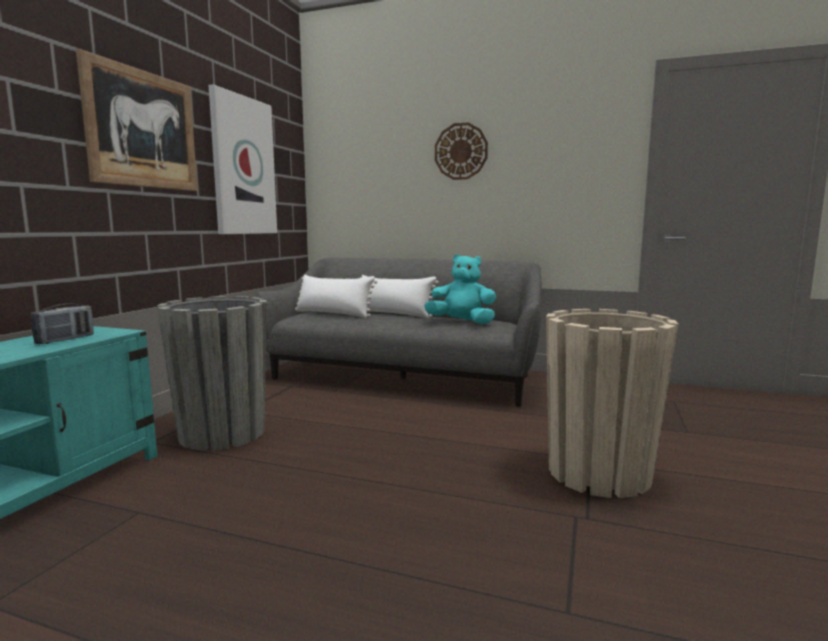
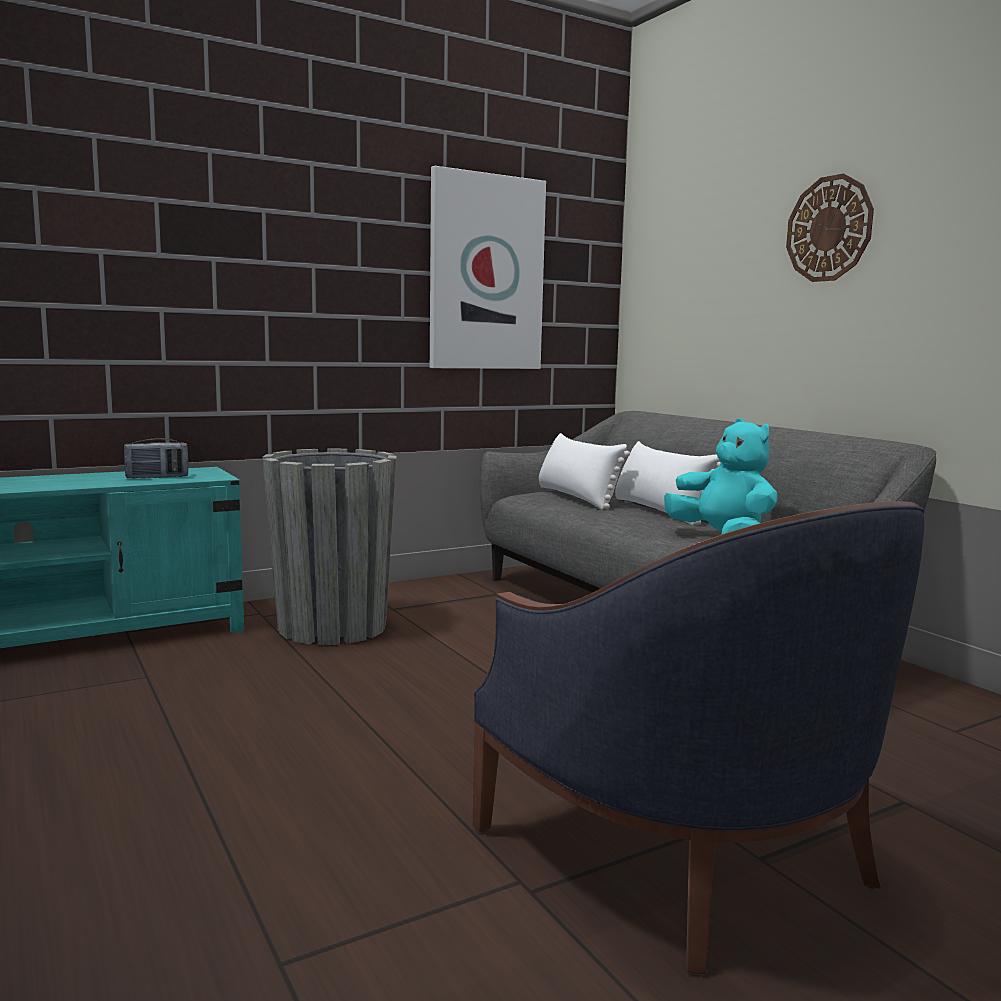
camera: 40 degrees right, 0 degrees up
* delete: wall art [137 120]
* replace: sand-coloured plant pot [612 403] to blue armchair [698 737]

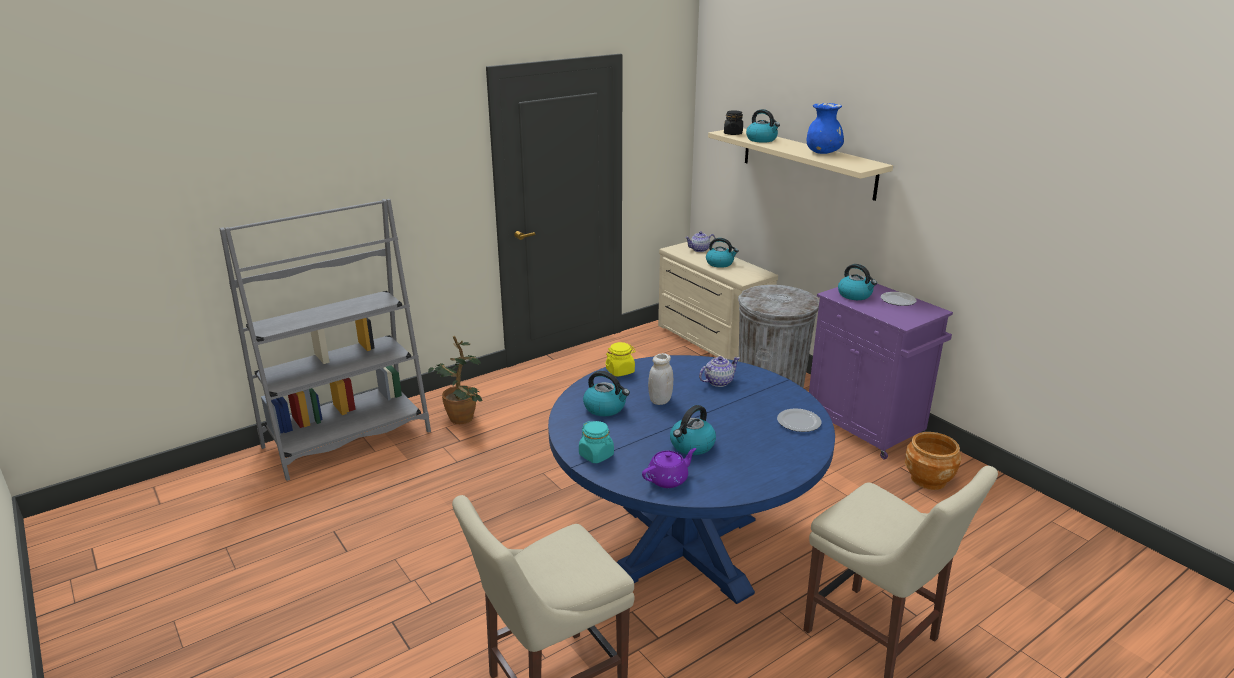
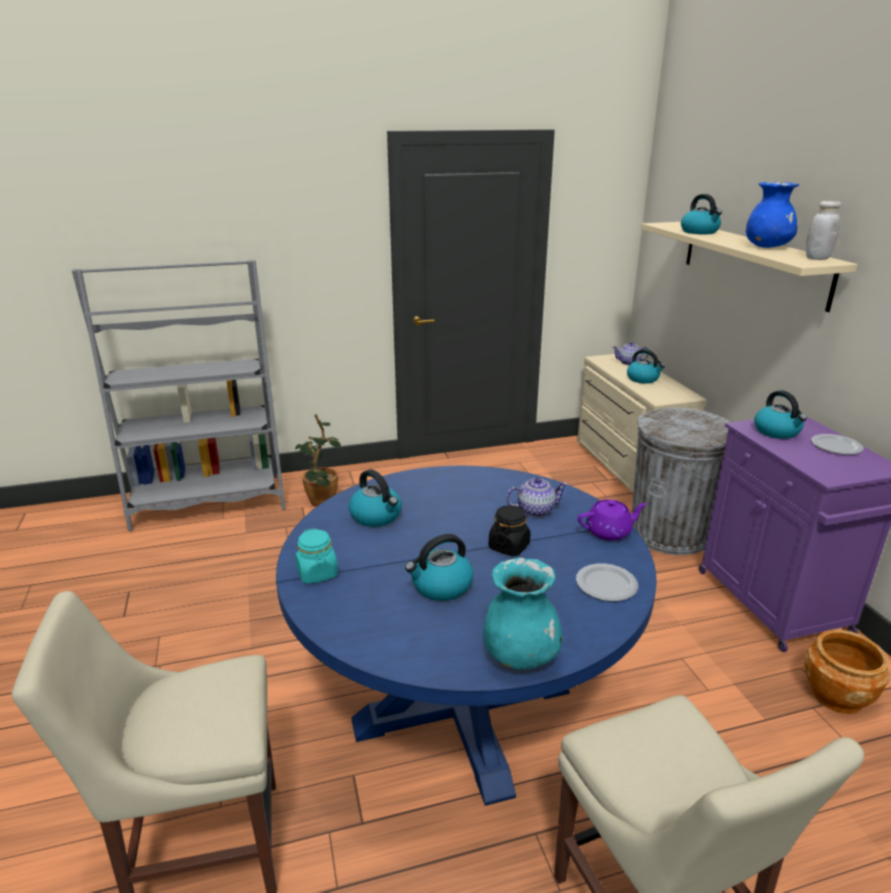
camera: 20 degrees right, 0 degrees up
* delete: yellow-coloured storage jar [620 359]
* move: purple teapot [669 468] to [612 519]
* move: white-coloured storage jar [660 379] to [823 230]
* move: black storage jar [733 122] to [509 530]
* insert: blue-green decorative vase [523 613]

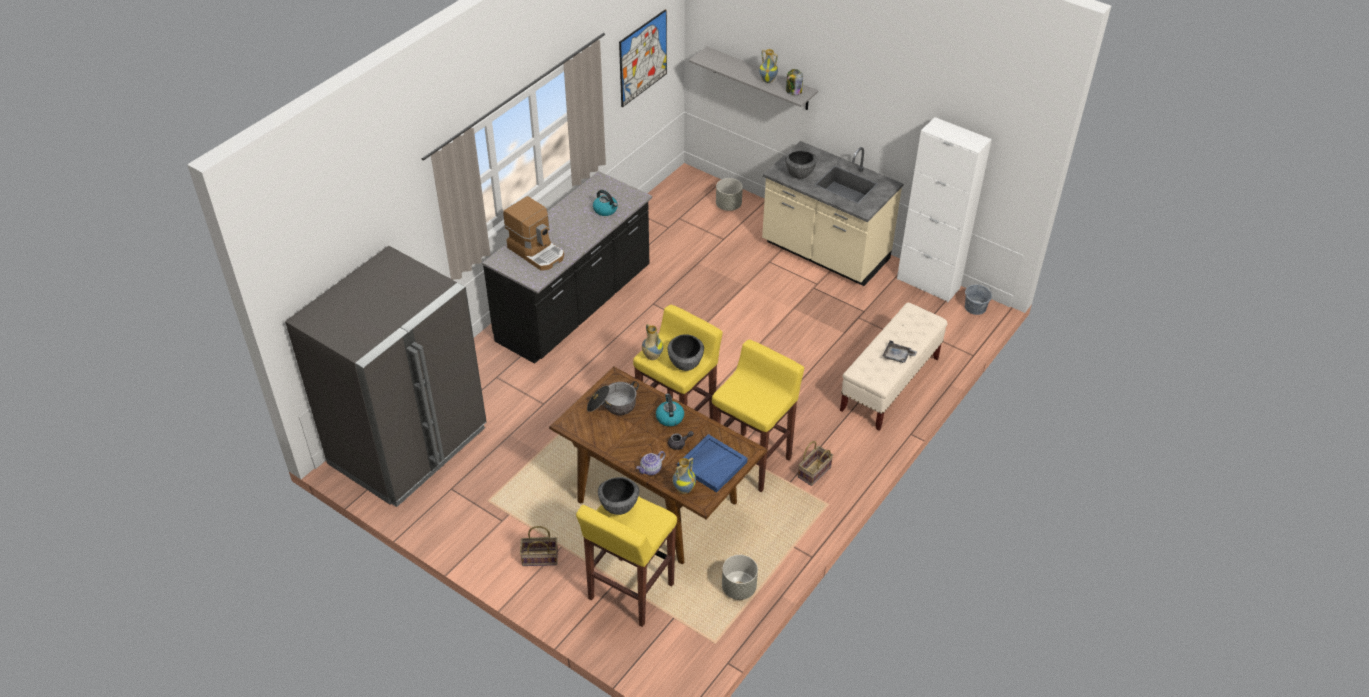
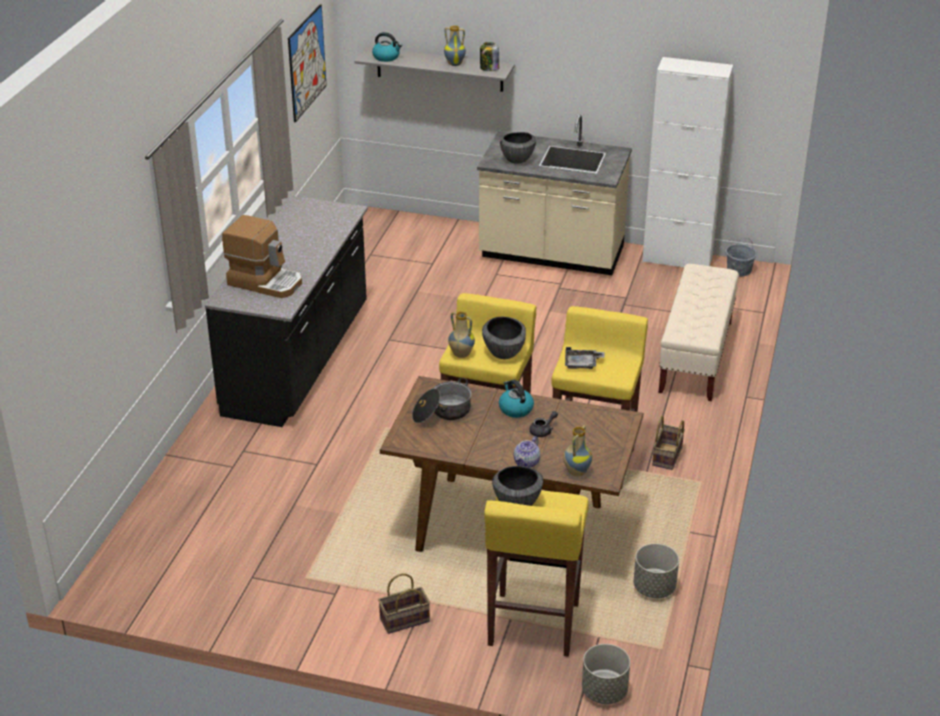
camera: 20 degrees left, 10 degrees down
* delete: grey fridge [386 376]
* move: tea kettle [605 203] to [387 47]
* delete: blue serving tray [712 463]
* move: grey plant pot [729 194] to [606 674]
* move: grey serving tray [899 352] to [585 358]

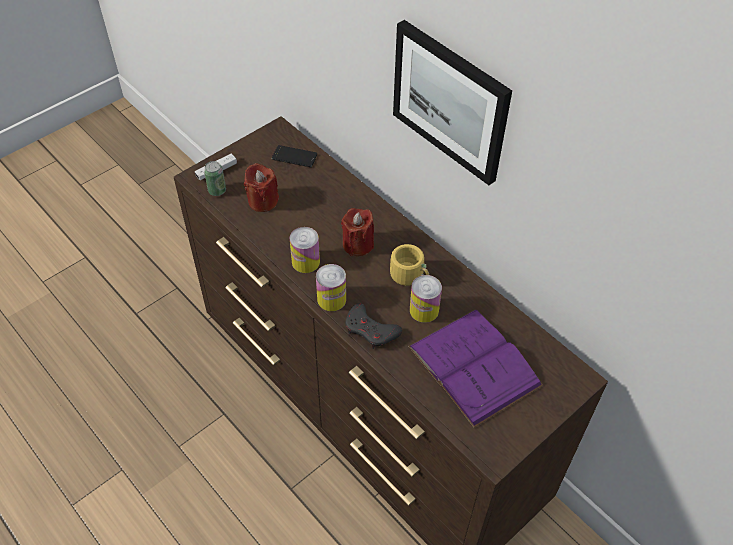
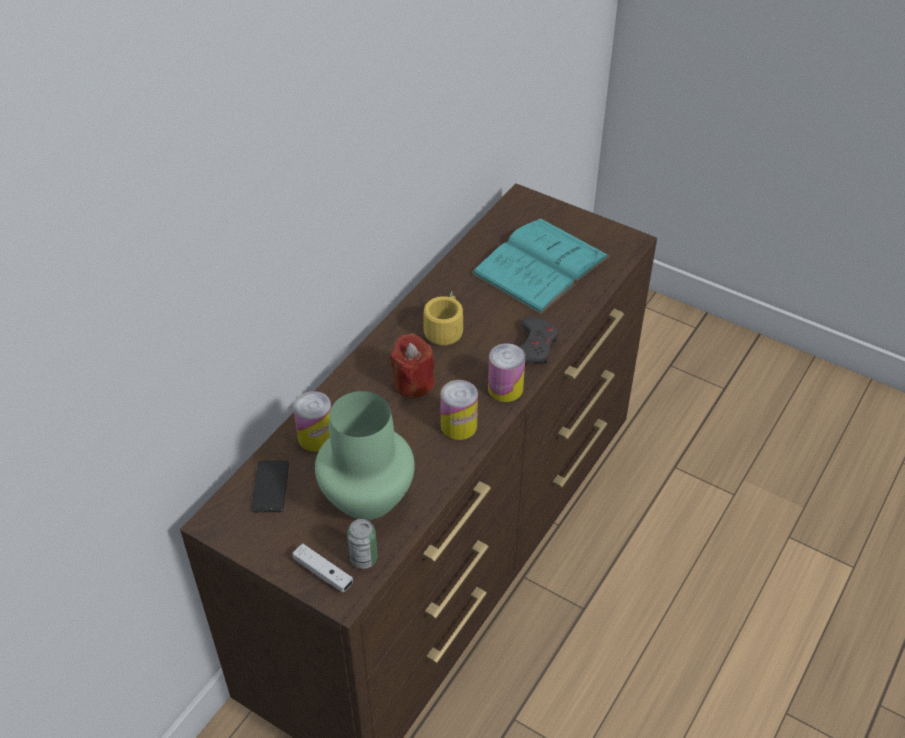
camera: 105 degrees left, 5 degrees down
* replace: red wax candle [261 187] to green-coloured decorative vase [365 455]
* delete: wall art [452 102]
* recolor: purple book [475 369] to blue-green book [540 266]
* move: can [426 299] to [312 421]

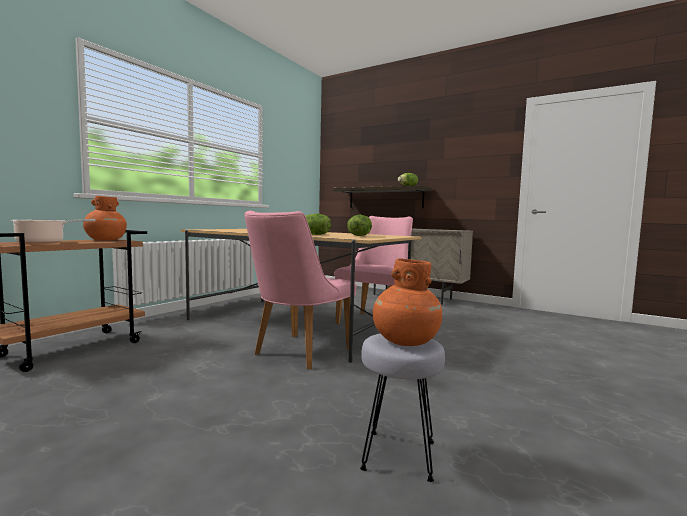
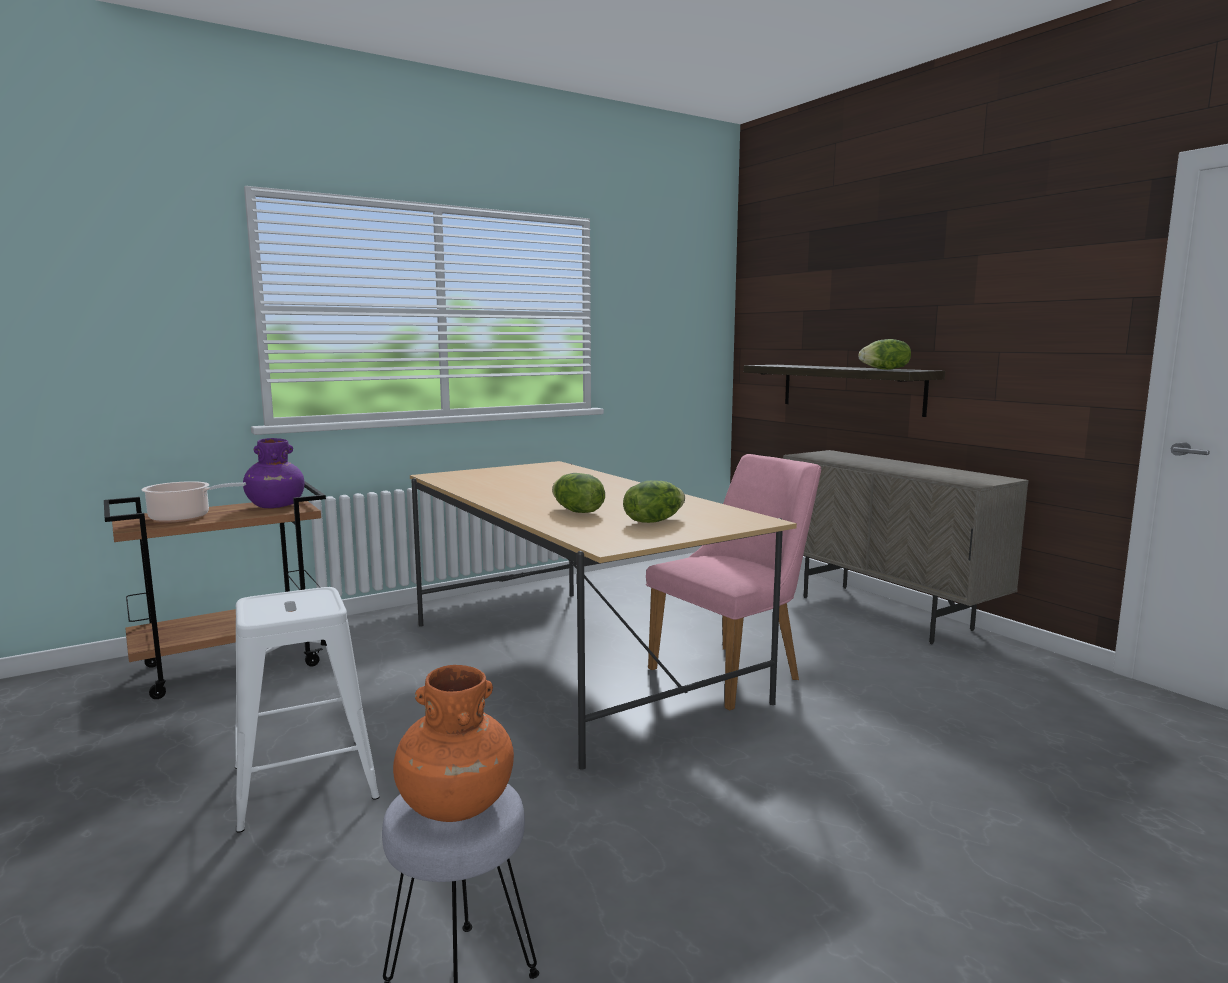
camera: 25 degrees right, 5 degrees up
* recolor: orangey decorative vase [105 218] to purple decorative vase [274 473]
* delete: pink-coloured chair [300 290]
* insert: white-coloured stool seat [307 709]

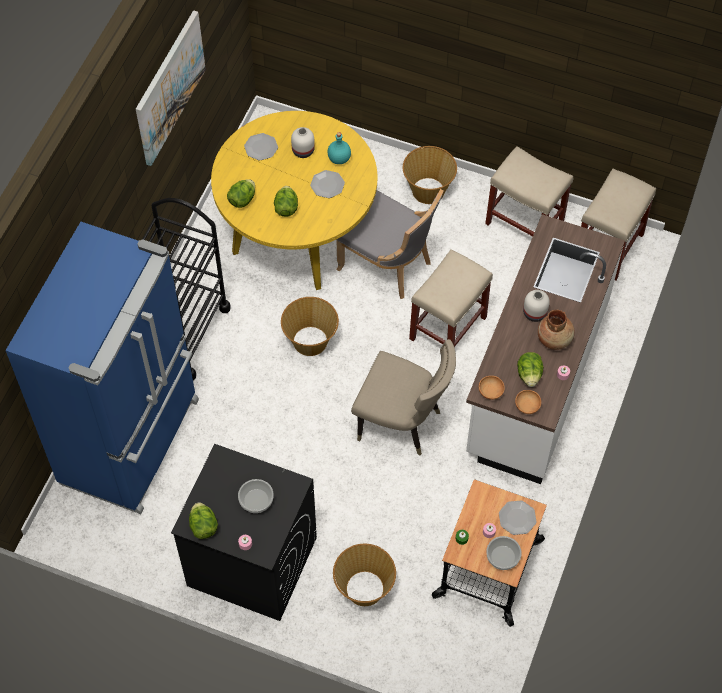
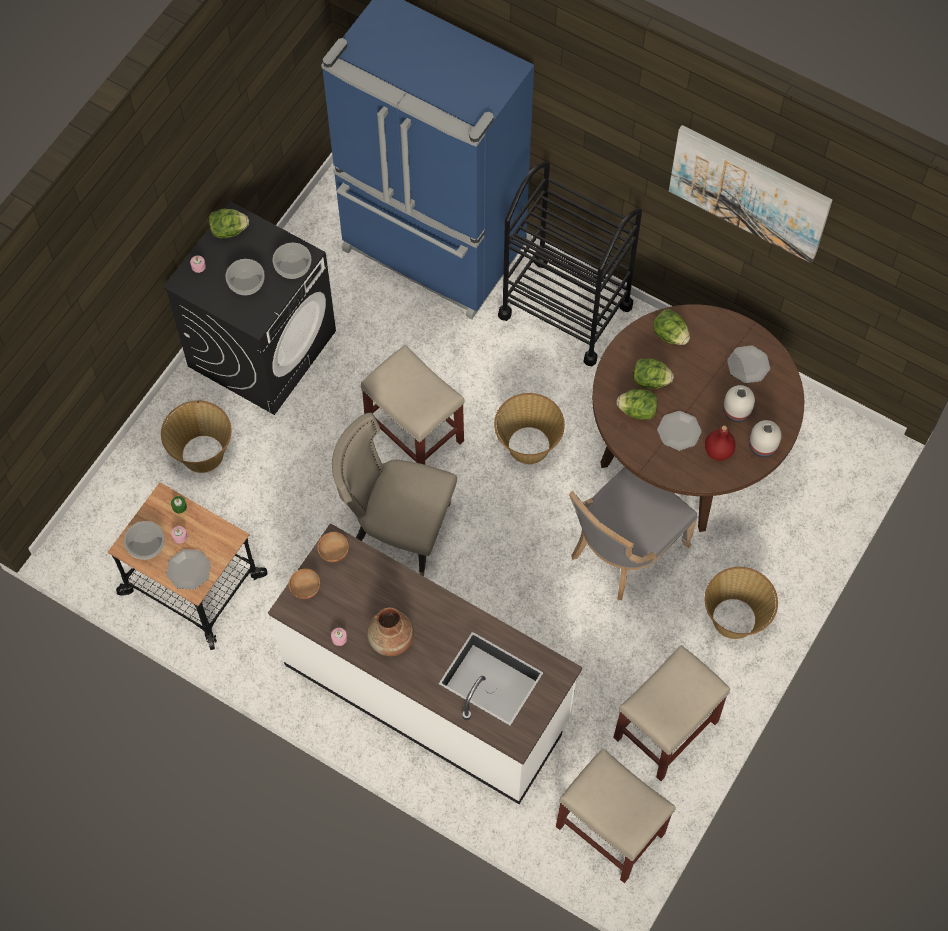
camera: 100 degrees right, 5 degrees up
* recolor: yellow-coloured kitchen table [294 200] to brownish kitchen table [698 418]
* recolor: blue-green beverage bottle [339 148] to red beverage bottle [720 442]
* rotate: sand-coloured chair [403 397] = [394 494] 75 degrees clockwise
* move: sand-coloured stool seat [451 298] to [413 405]
* move: lettuce [530 369] to [637 404]
* move: white-coloured decorative vase [536 306] to [765 439]
* insert: serving bowl [291 261]

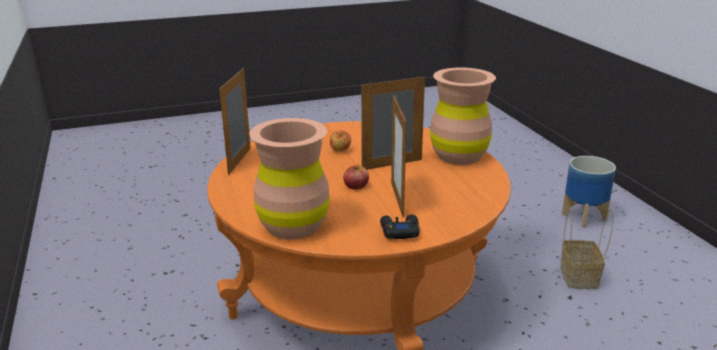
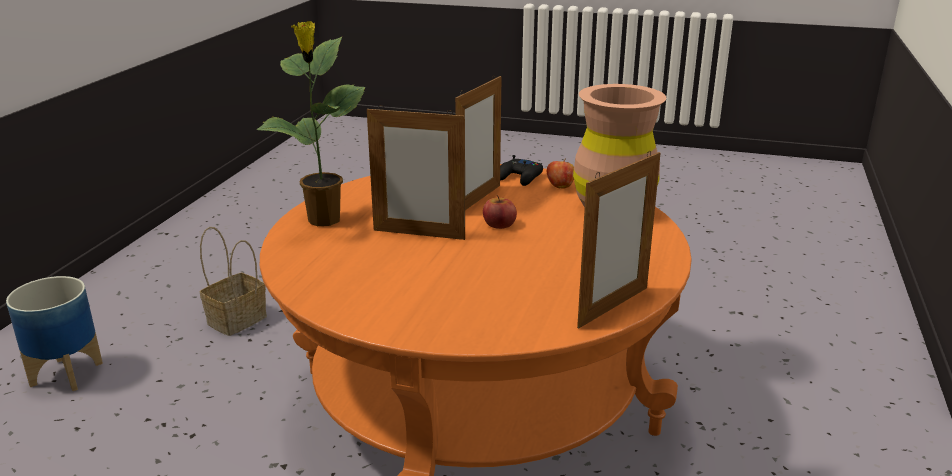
camera: 145 degrees left, 0 degrees up
* move: apple [340 141] to [560 173]
* replace: brownish decorative vase [463 116] to potted plant [310 123]

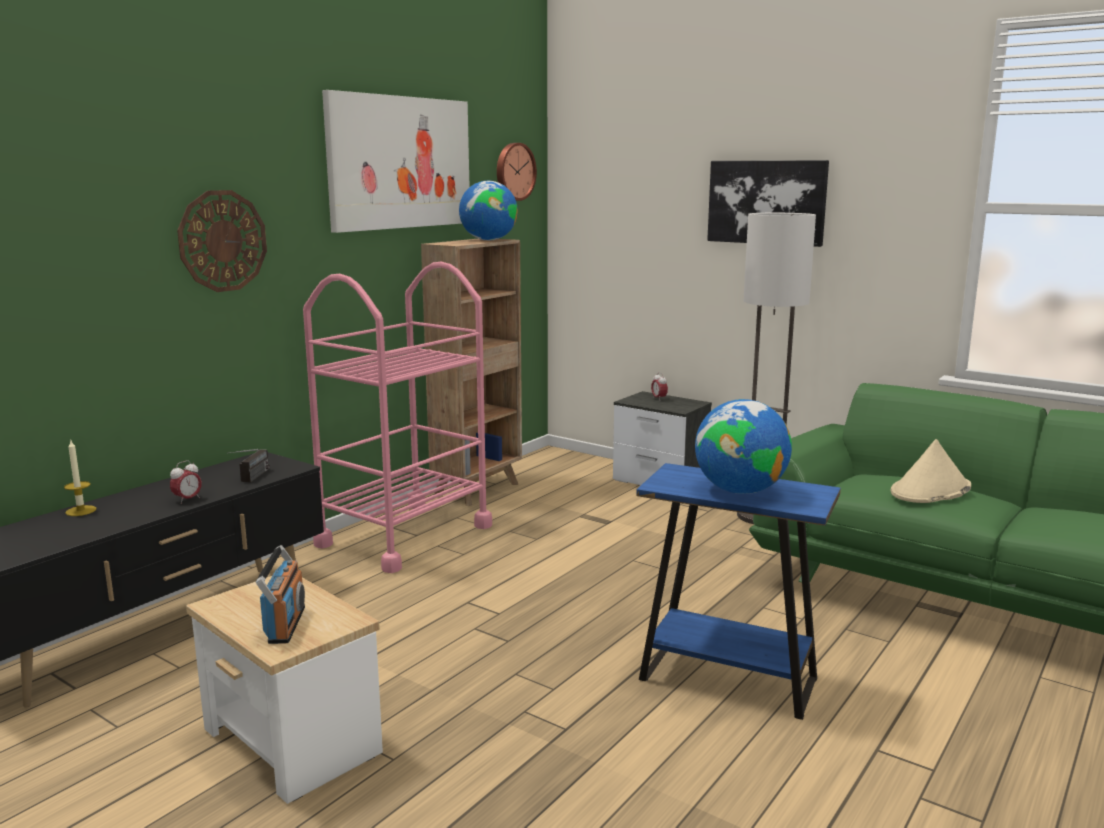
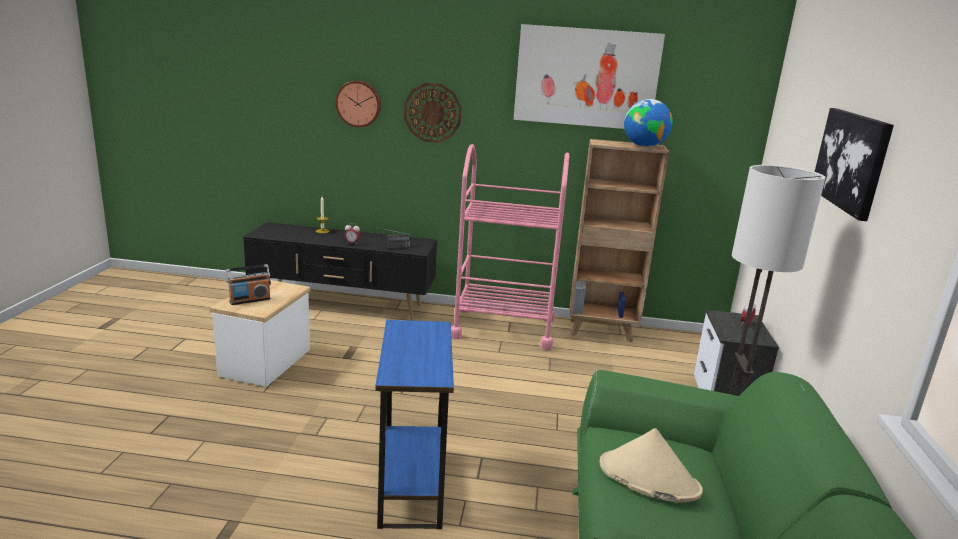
camera: 60 degrees right, 5 degrees up
* move: wall clock [517 172] to [358 104]
* delete: globe [743 446]

